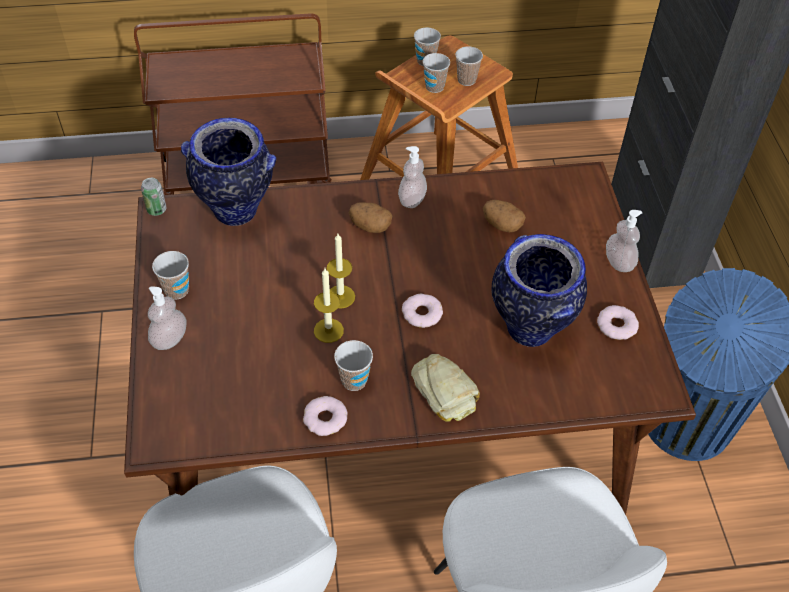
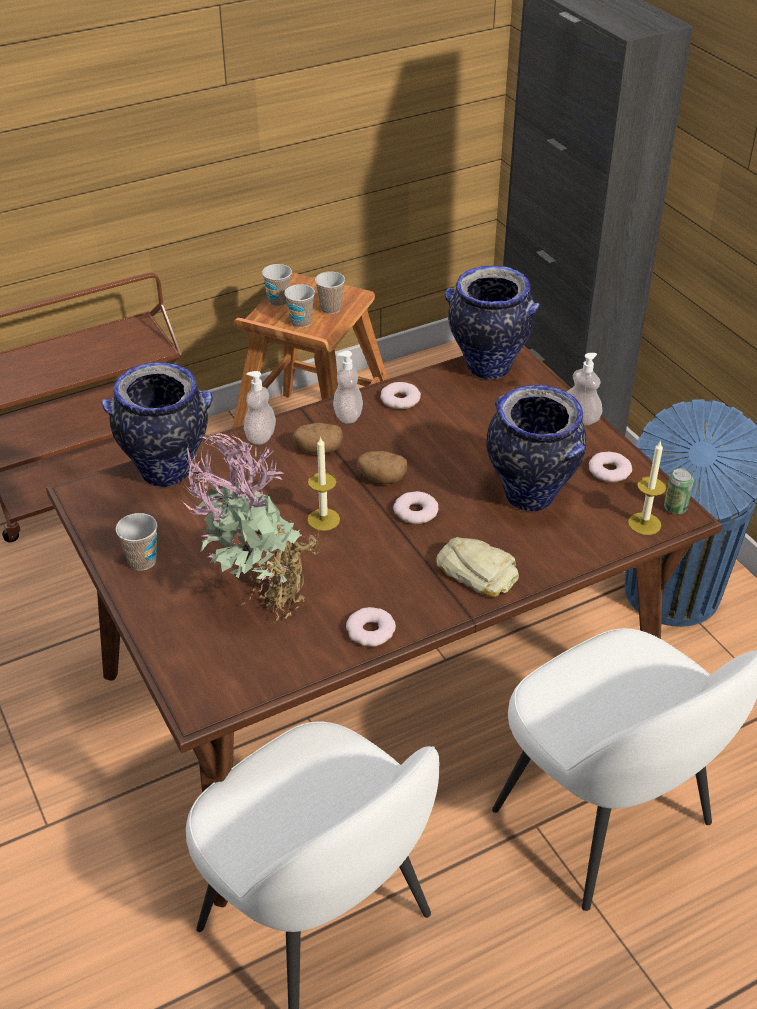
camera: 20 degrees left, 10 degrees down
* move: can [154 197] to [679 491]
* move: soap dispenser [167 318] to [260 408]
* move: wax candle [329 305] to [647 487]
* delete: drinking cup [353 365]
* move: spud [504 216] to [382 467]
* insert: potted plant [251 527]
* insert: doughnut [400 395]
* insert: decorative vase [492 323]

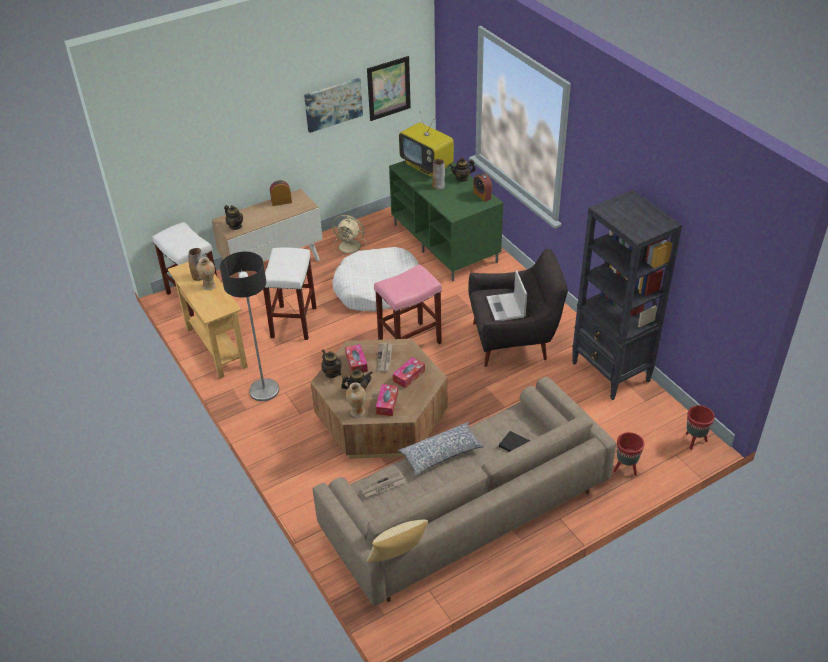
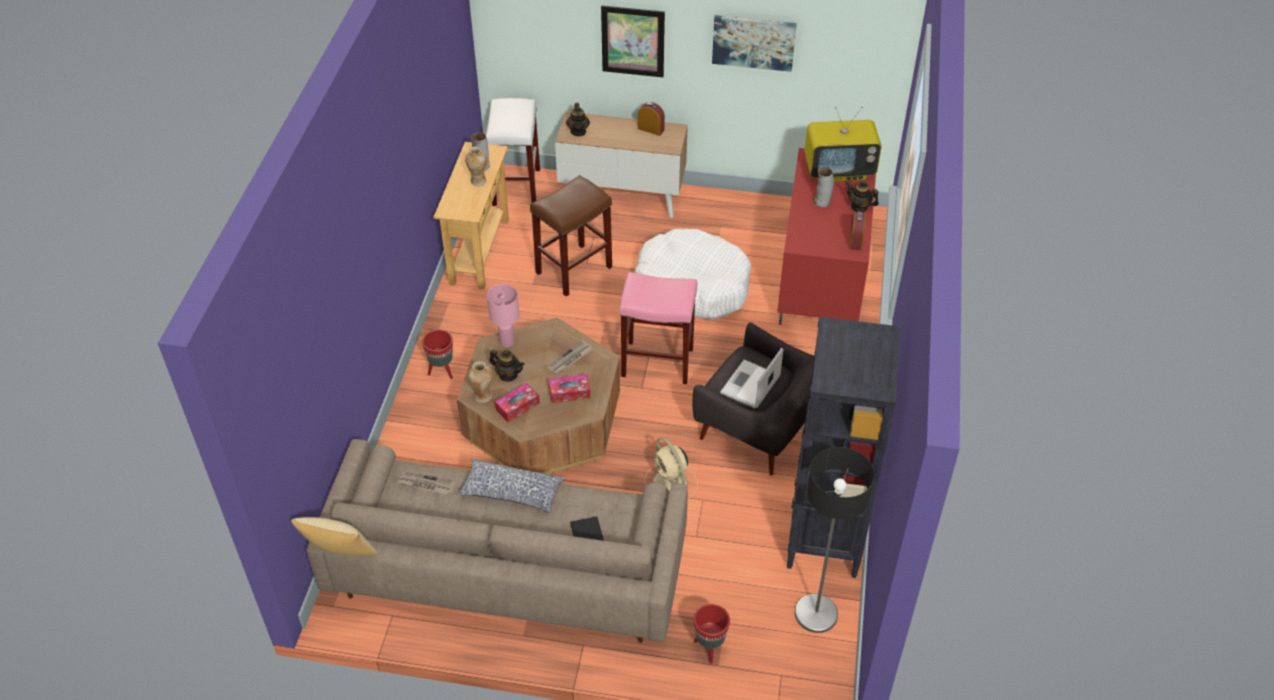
camera: 40 degrees right, 5 degrees up
* move: standing lamp [249 326] to [834 540]
* recolor: white-coloured stool seat [290 293] to brownish stool seat [571 236]
* replace: teapot [331 363] to pink-coloured tabletop lamp [503 315]
* move: sand-coloured electric fan [349 235] to [671 468]
* delete: box of tissues [356 358]
* move: wall art [389 88] to [633 41]
* recolor: green-coloured tv stand [446 220] to red tv stand [826 236]
* rotate: television [426 145] = [843 143] 90 degrees counterclockwise
* move: red plant pot [700 427] to [437 354]

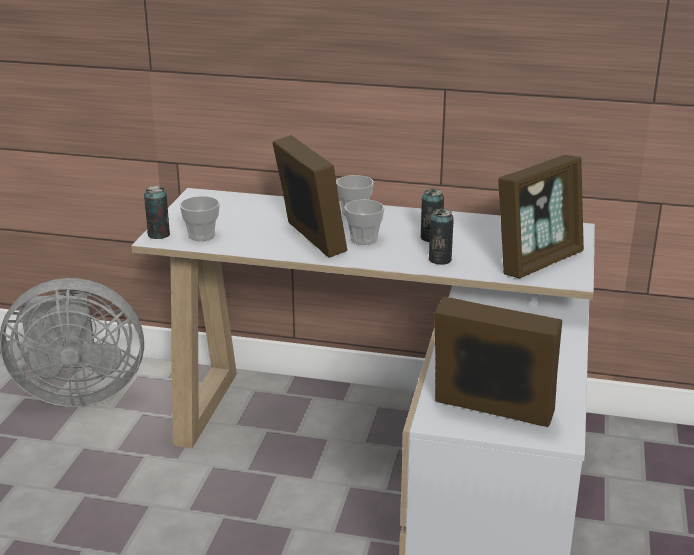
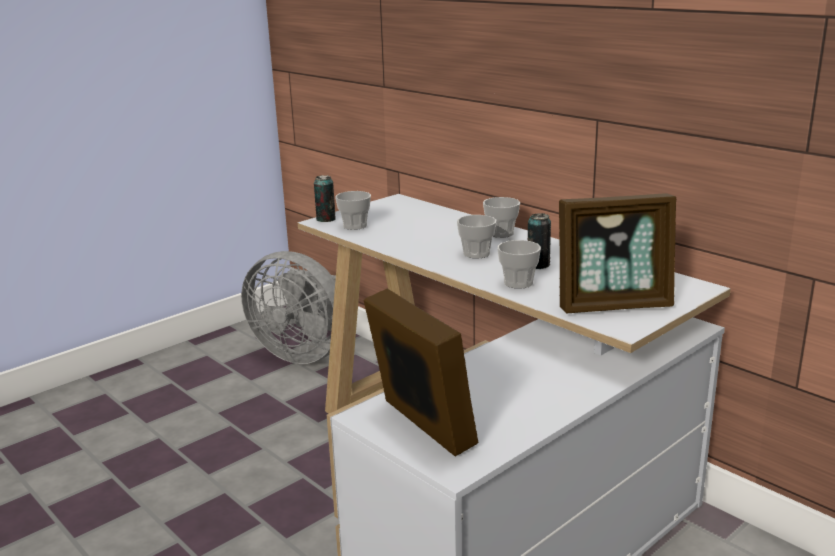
camera: 35 degrees right, 5 degrees down
* delete: photo frame [310 196]
* replace: can [441 236] to drinking cup [519 264]

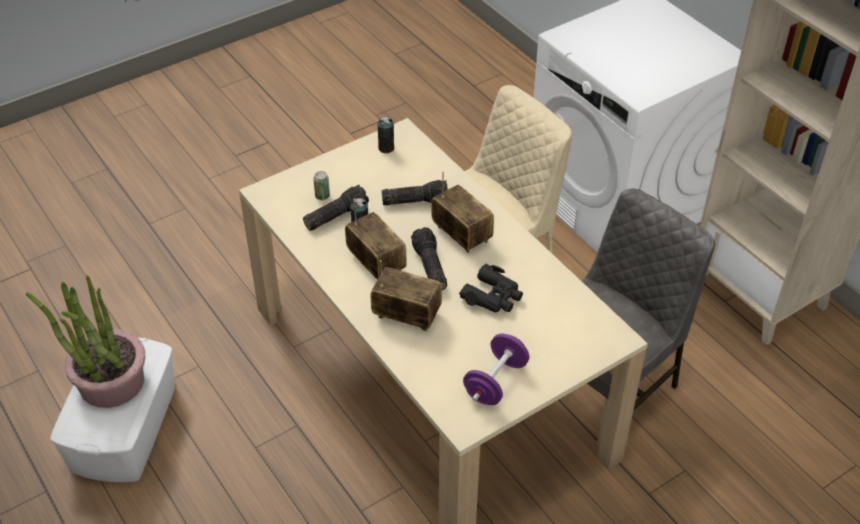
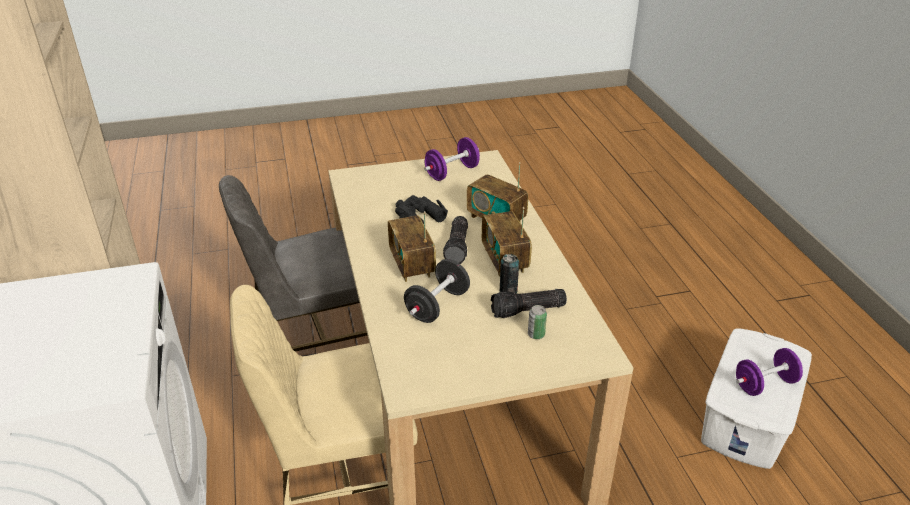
camera: 160 degrees left, 10 degrees down
* replace: potted plant [85 341] to purple hand weight [769 372]
* delete: can [386 134]
* replace: flashlight [414 193] to black hand weight [437 291]

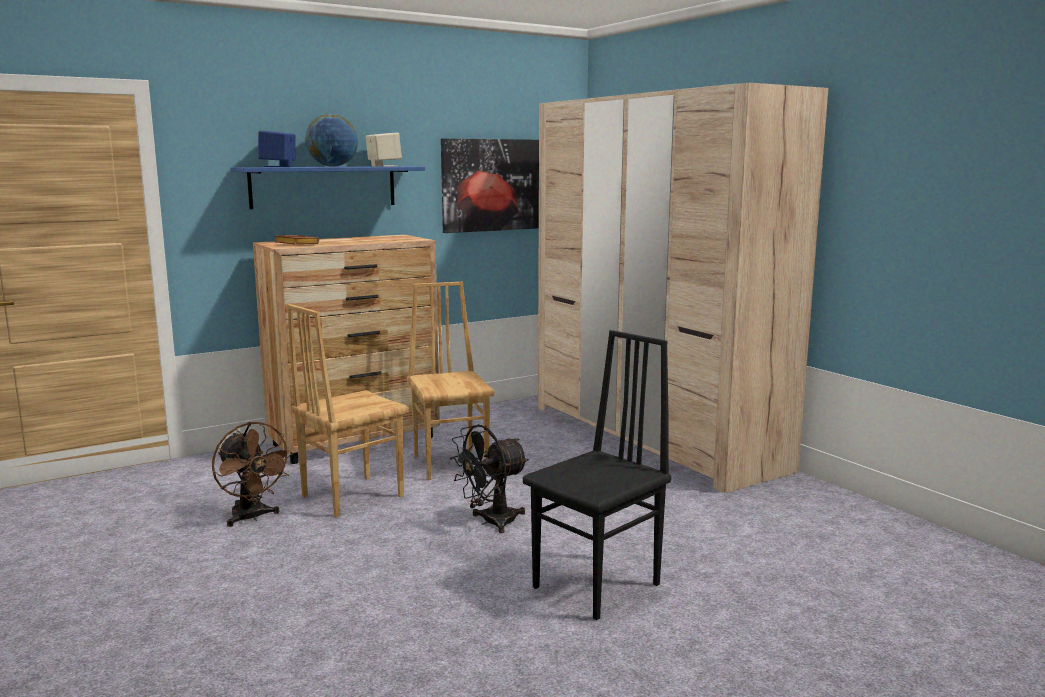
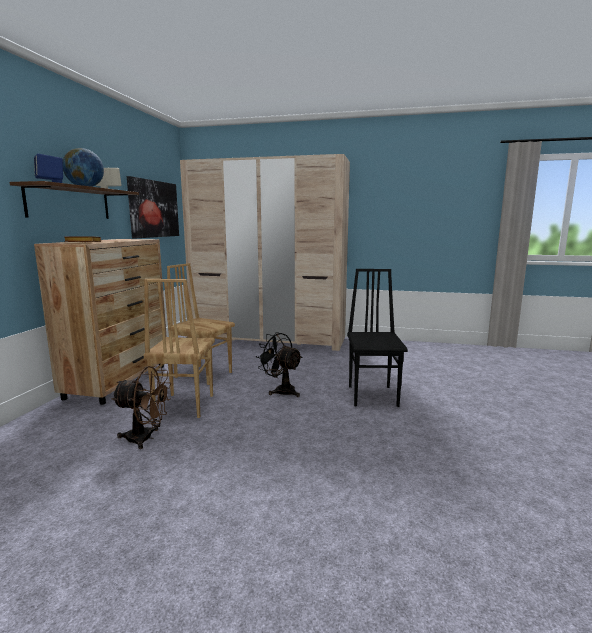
camera: 45 degrees left, 0 degrees up
* recolor: blue bracket shelf [328 187] to brownish bracket shelf [74 200]
* rotate: black electric fan [489 478] = [279 364] 120 degrees clockwise

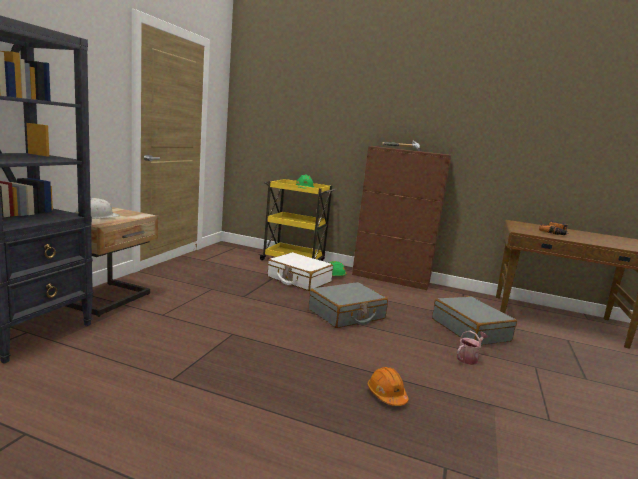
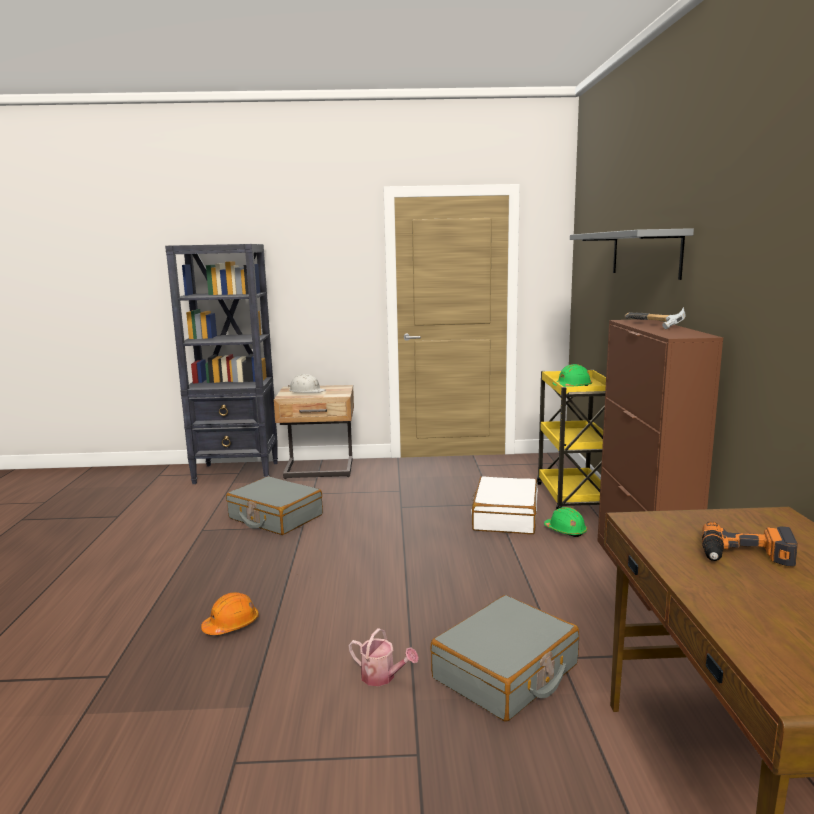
camera: 70 degrees right, 0 degrees up
* move: grey piece of luggage [348 305] to [274 505]
* insert: grey bracket shelf [632 254]

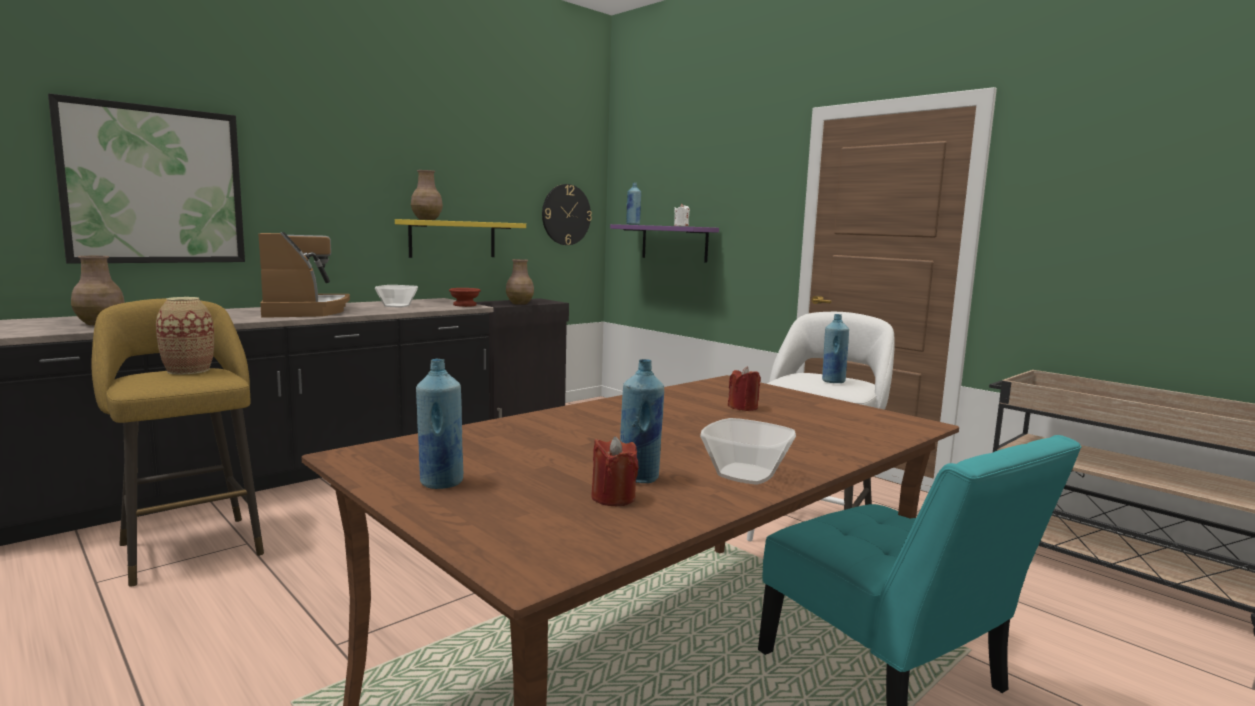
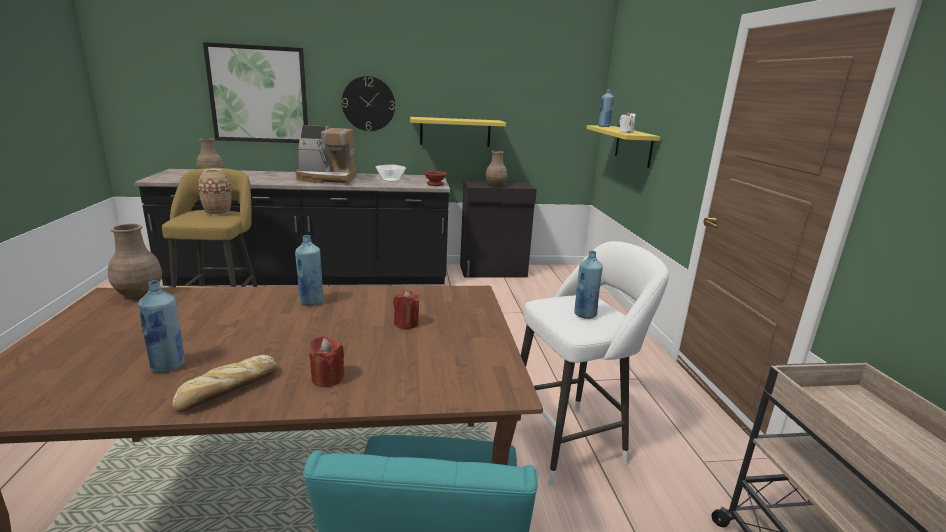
camera: 35 degrees right, 10 degrees up
* rotate: coffee maker [304 275] = [326 155] 75 degrees clockwise
* move: brownish decorative vase [427 195] to [135 261]
* move: blue beverage bottle [439 424] to [309 270]
* move: wall clock [567 214] to [368 103]
* move: red wax candle [615 471] to [327 361]
* recolor: purple bracket shelf [664 243] to yellow-coloured bracket shelf [623 146]
* replace: serving bowl [748 451] to baked bread [225 383]

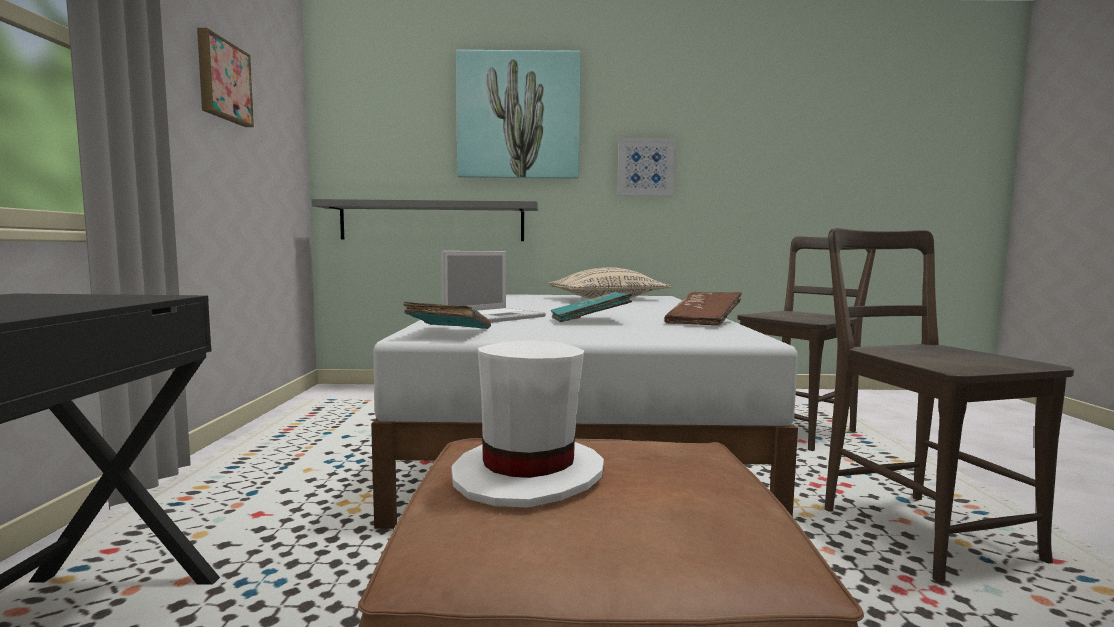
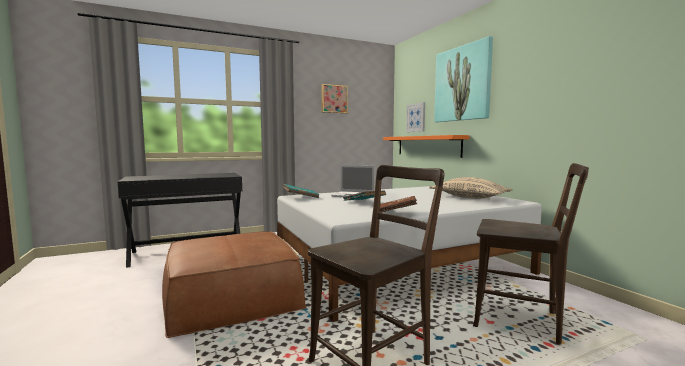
camera: 65 degrees right, 0 degrees up
* recolor: grey bracket shelf [424 220] to orangey bracket shelf [426 146]
* delete: white-coloured clothing hat [527 424]
* move: wall art [646 167] to [415 117]

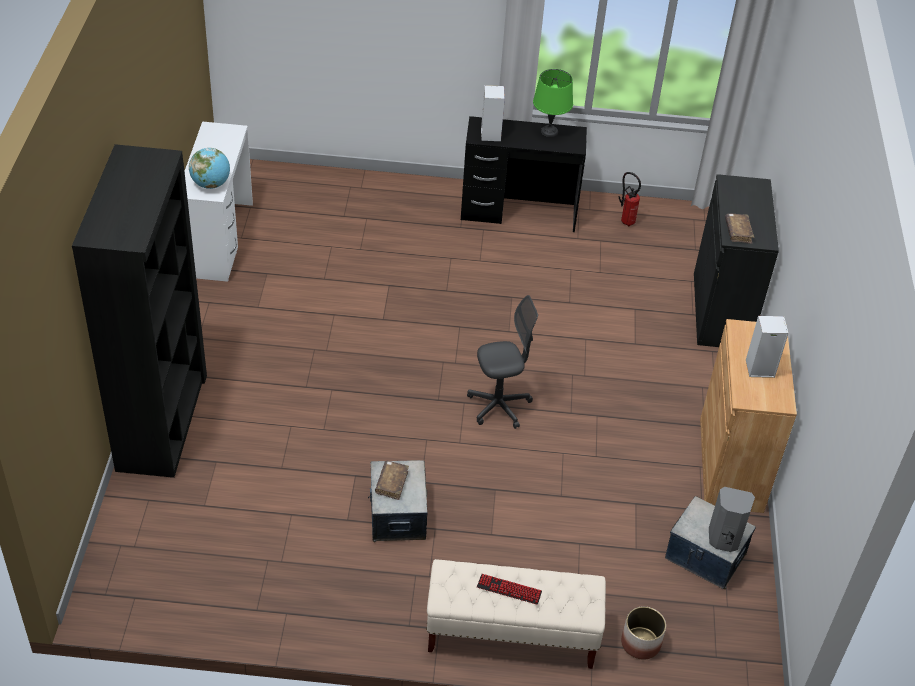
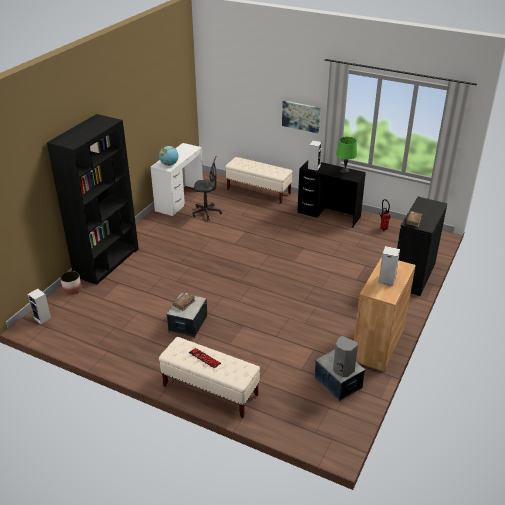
camera: 25 degrees right, 10 degrees down
* move: grey desk chair [502 362] to [207 188]
* move: plant pot [643 633] to [71 283]
* insert: audio speaker [39 306]
* insert: sand-coloured long seat [259 180]
* insert: wall art [301 117]

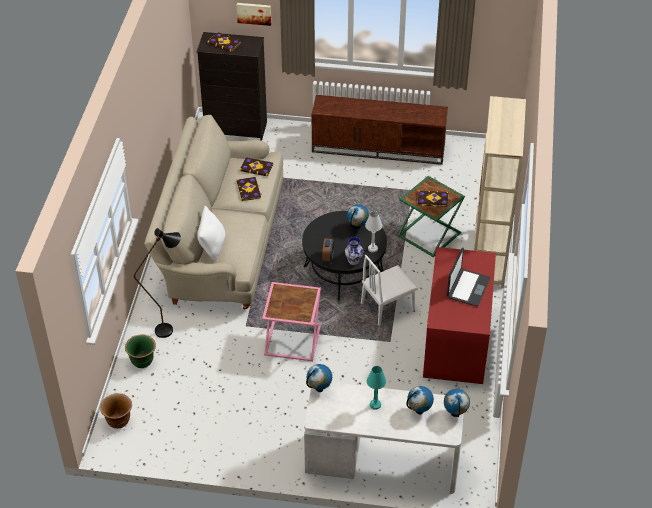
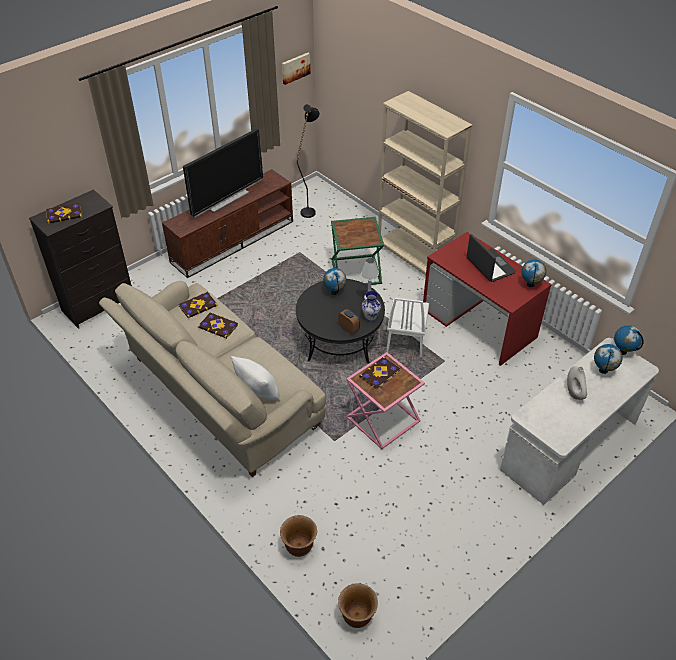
camera: 50 degrees left, 0 degrees up
* recolor: green-coloured plant pot [140 351] to brownish plant pot [298 536]
* move: black standing lamp [157 283] to [308 161]
* move: wall art [254 14] to [296 69]
* move: globe [319 378] to [533 273]
* replace: blue-green tabletop lamp [376 388] to white-coloured decorative vase [577 383]
* move: book [433 198] to [379 373]
* insert: television [223 172]

